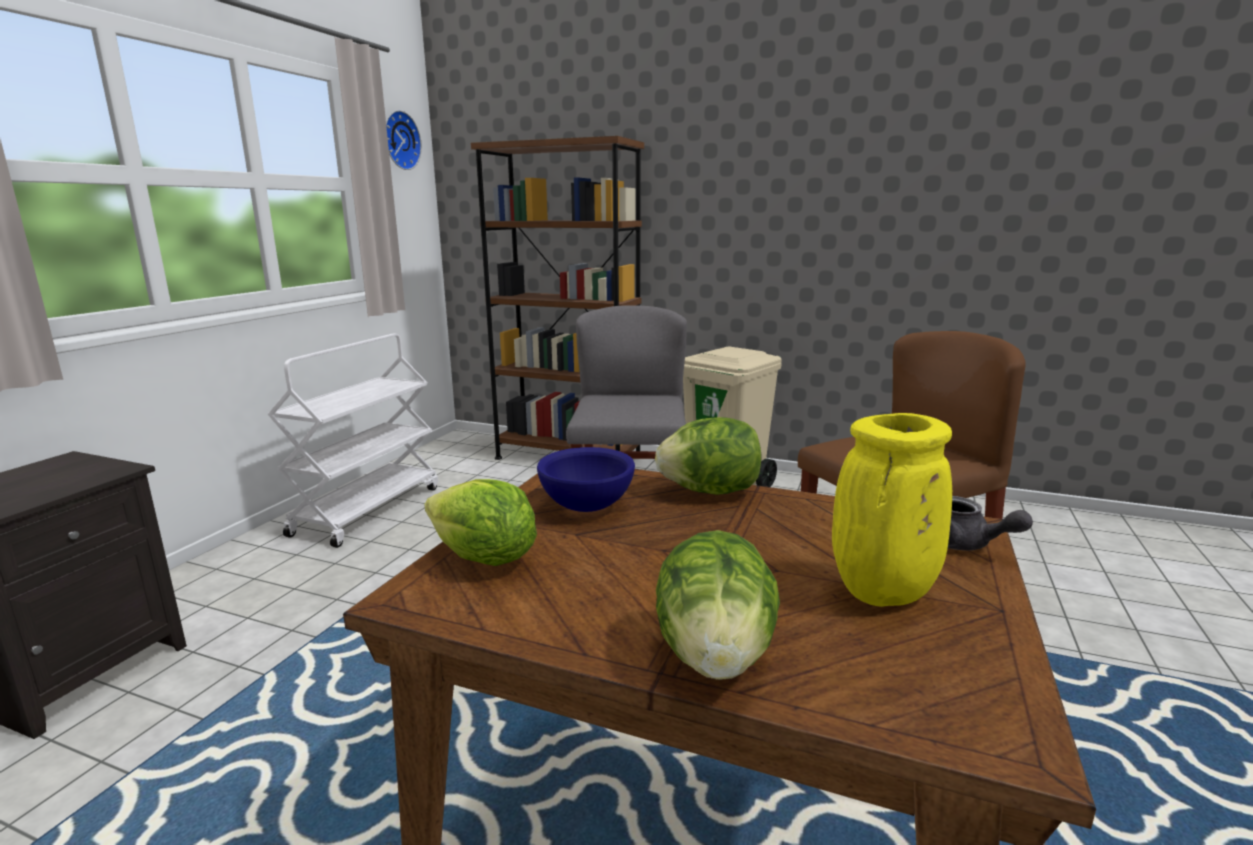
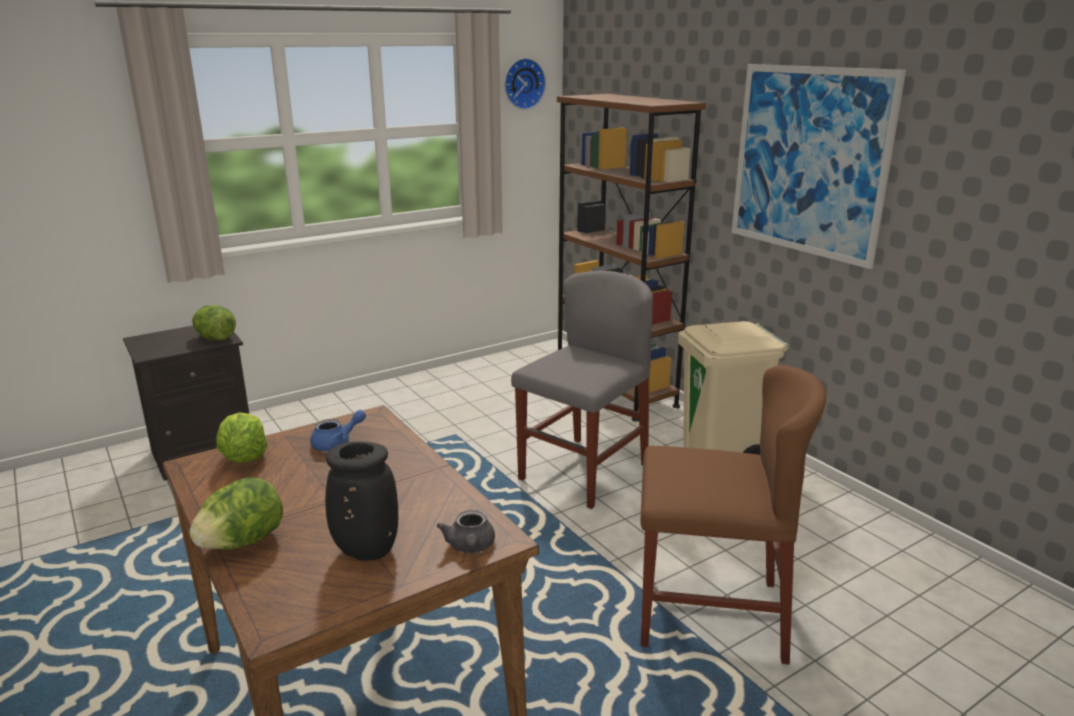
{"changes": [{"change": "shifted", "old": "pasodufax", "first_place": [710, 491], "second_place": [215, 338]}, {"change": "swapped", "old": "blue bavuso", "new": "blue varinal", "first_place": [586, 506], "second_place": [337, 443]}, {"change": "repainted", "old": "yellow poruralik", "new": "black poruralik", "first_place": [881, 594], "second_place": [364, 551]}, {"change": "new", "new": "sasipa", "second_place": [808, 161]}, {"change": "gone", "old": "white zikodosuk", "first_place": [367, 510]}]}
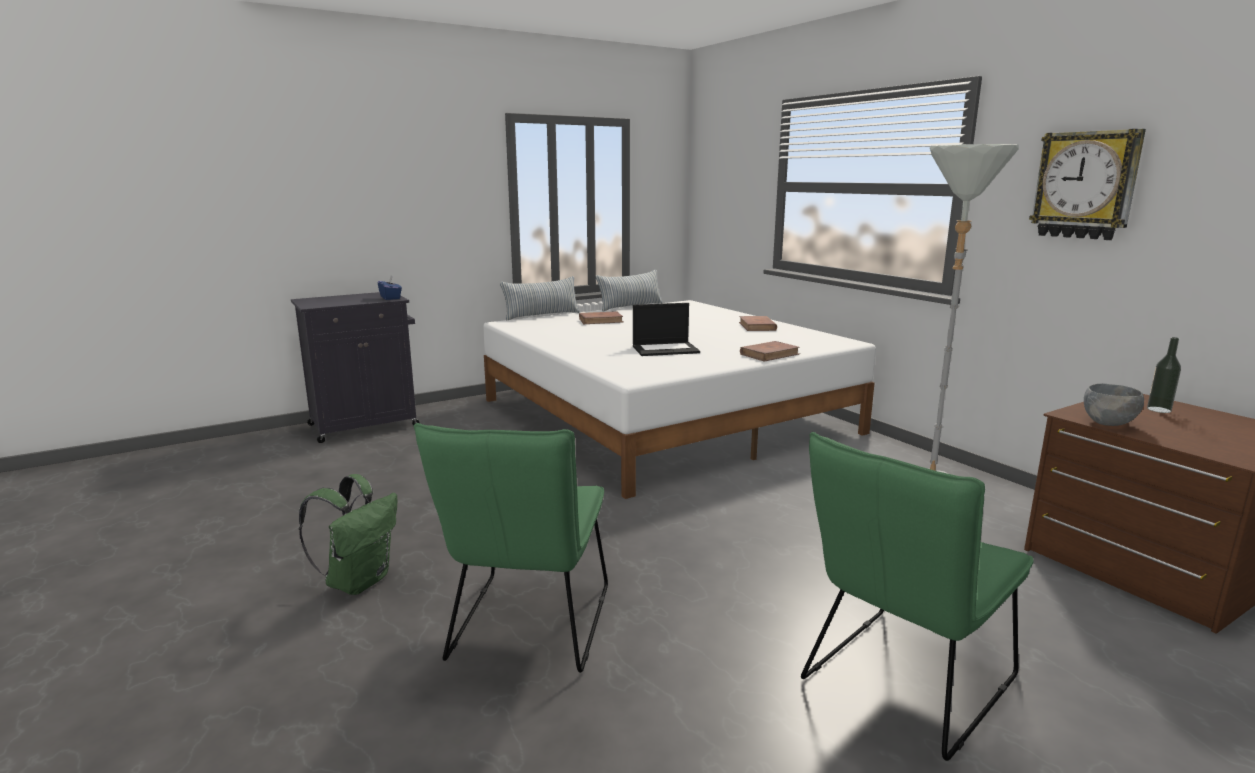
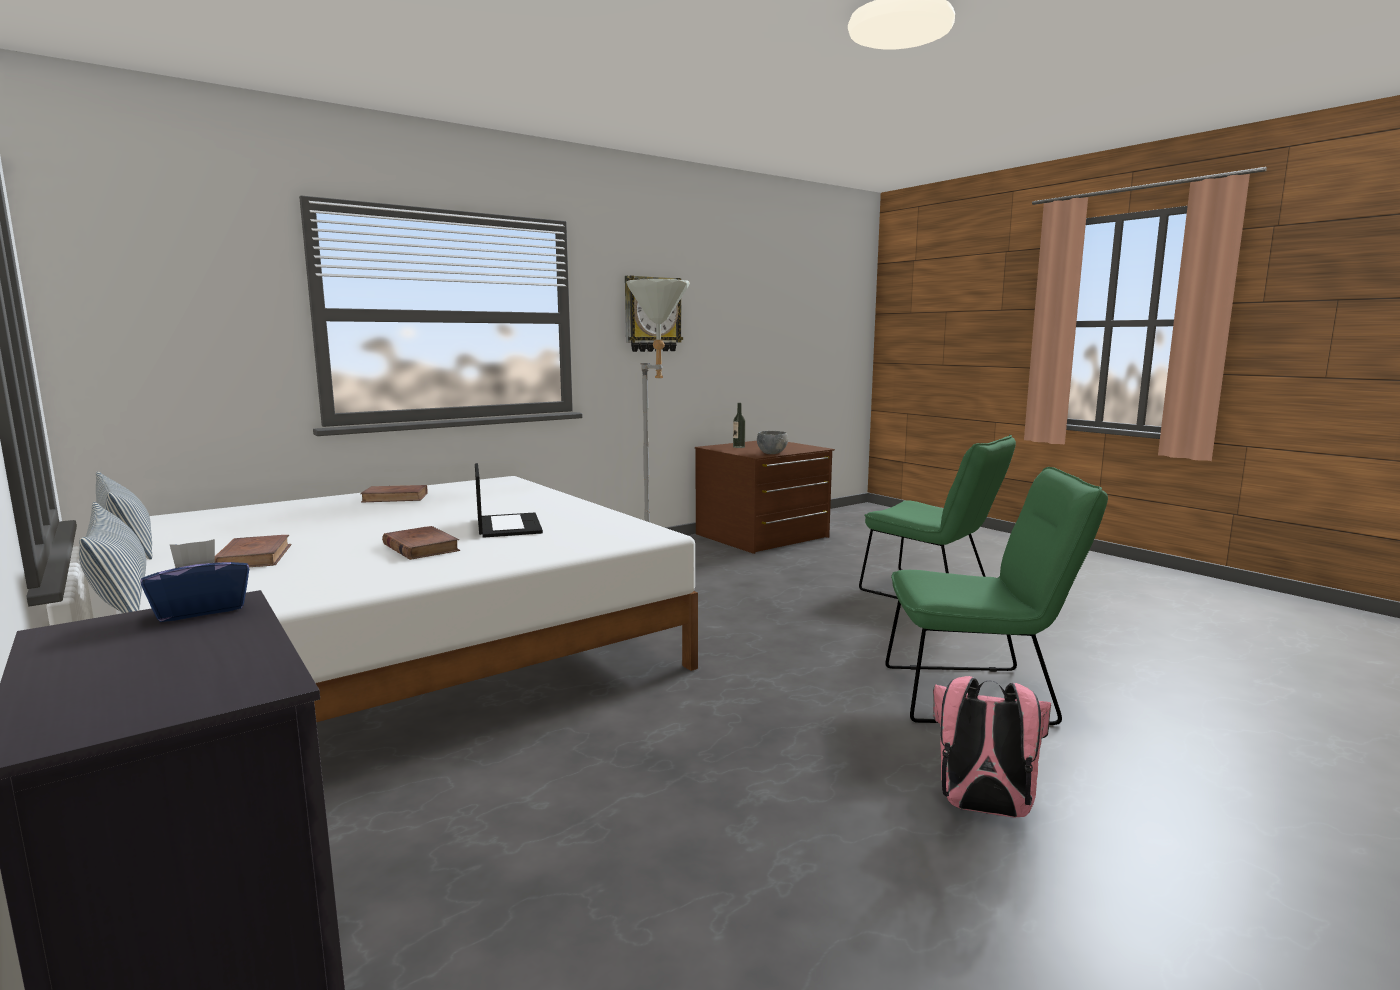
{"changes": [{"change": "shifted", "old": "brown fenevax", "first_place": [769, 354], "second_place": [421, 547]}, {"change": "repainted", "old": "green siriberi", "new": "pink siriberi", "first_place": [359, 581], "second_place": [982, 809]}]}
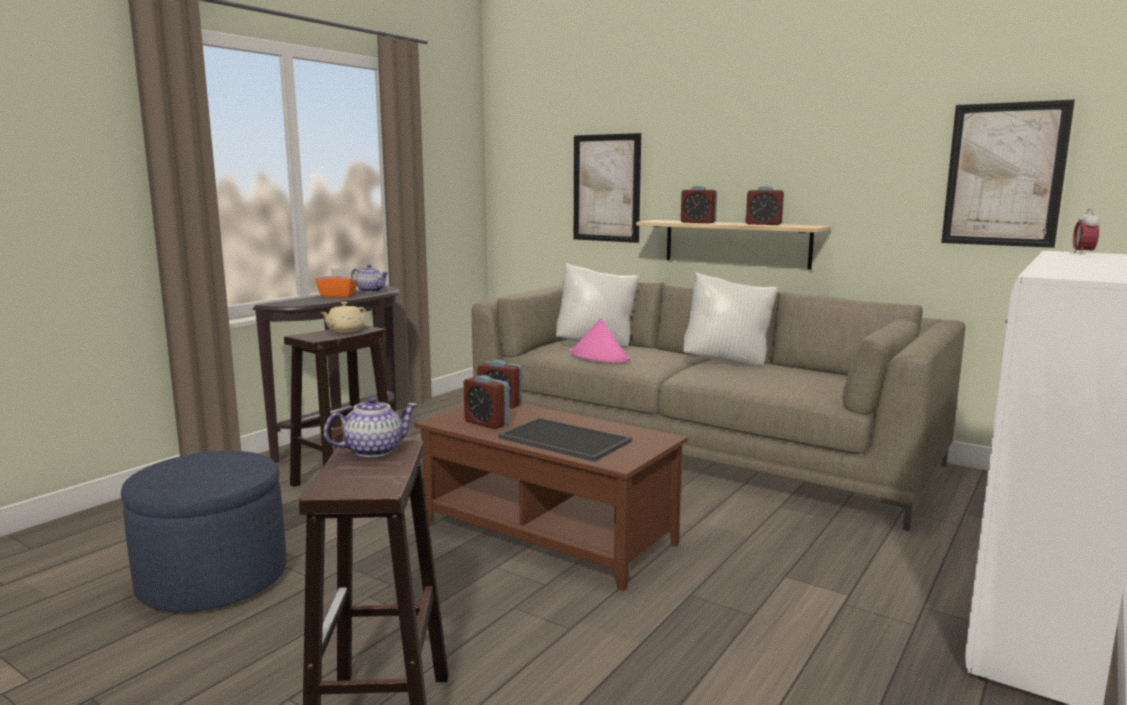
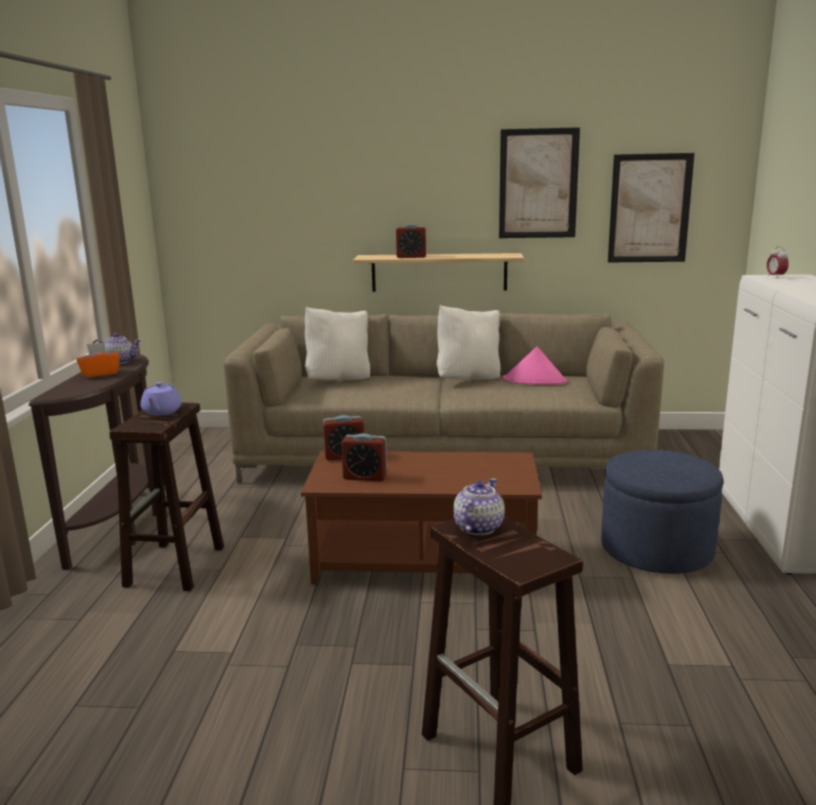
{"changes": [{"change": "repainted", "old": "beige varinal", "new": "purple varinal", "first_place": [345, 330], "second_place": [161, 412]}, {"change": "shifted", "old": "sasipa", "first_place": [606, 188], "second_place": [538, 184]}, {"change": "shifted", "old": "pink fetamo", "first_place": [599, 357], "second_place": [535, 381]}, {"change": "shifted", "old": "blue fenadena", "first_place": [213, 579], "second_place": [656, 549]}, {"change": "gone", "old": "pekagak", "first_place": [562, 440]}, {"change": "gone", "old": "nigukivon", "first_place": [763, 224]}]}
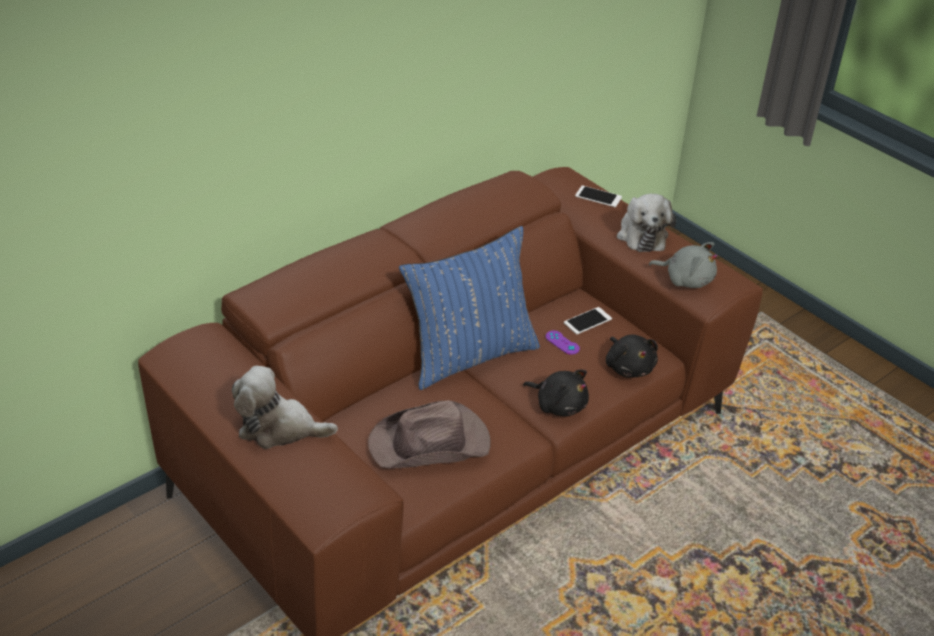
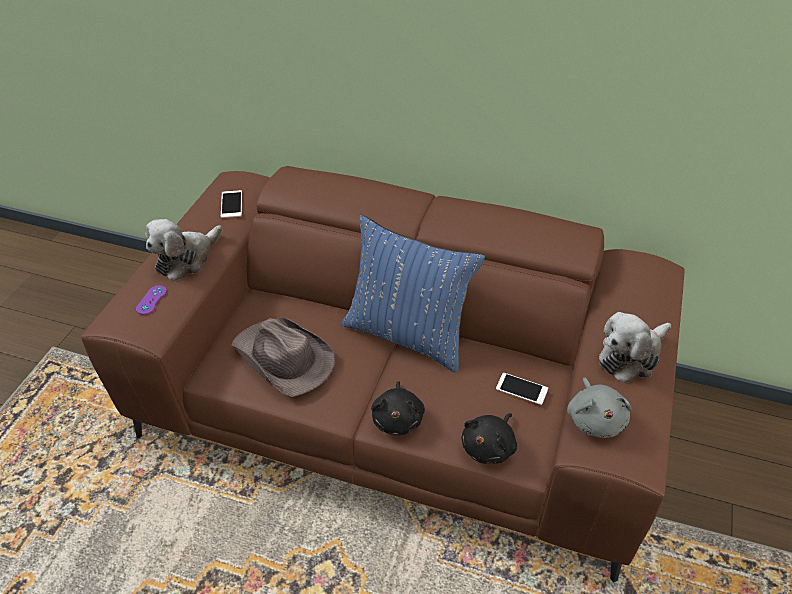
{"changes": [{"change": "shifted", "old": "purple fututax", "first_place": [562, 342], "second_place": [151, 300]}, {"change": "rotated", "old": "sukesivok", "first_place": [279, 428], "second_place": [186, 259], "degrees": -120}, {"change": "shifted", "old": "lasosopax", "first_place": [598, 197], "second_place": [231, 204]}]}
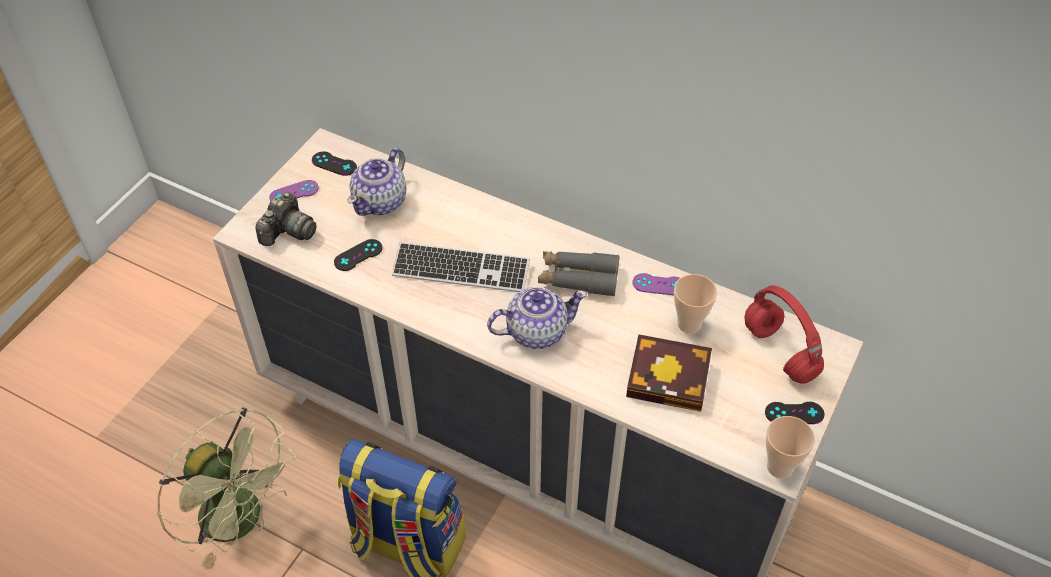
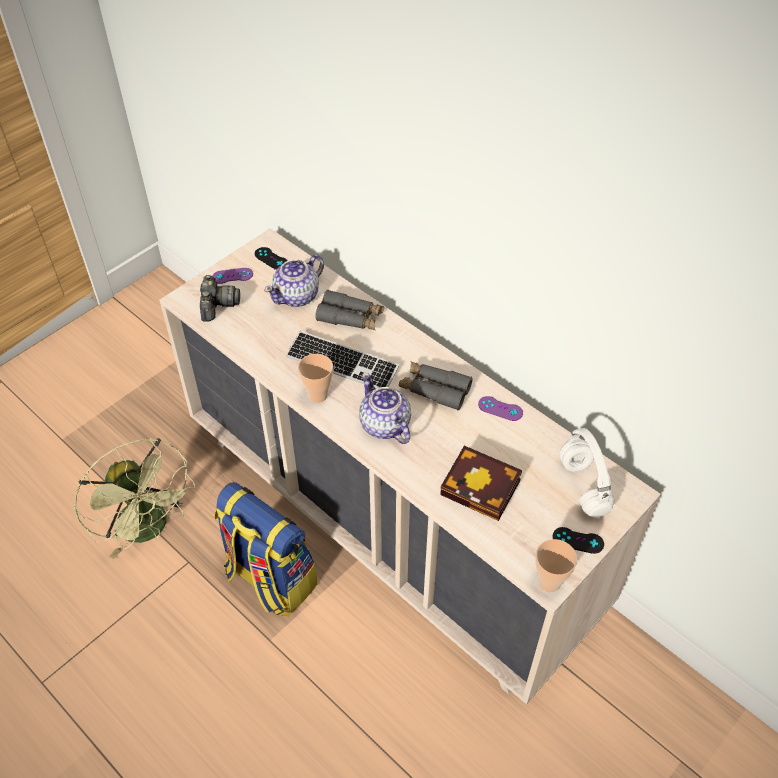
{"changes": [{"change": "rotated", "old": "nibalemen", "first_place": [288, 231], "second_place": [218, 305], "degrees": -45}, {"change": "shifted", "old": "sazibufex", "first_place": [689, 324], "second_place": [318, 395]}, {"change": "new", "new": "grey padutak", "second_place": [350, 317]}, {"change": "rotated", "old": "varinal", "first_place": [535, 331], "second_place": [385, 425], "degrees": -120}, {"change": "repainted", "old": "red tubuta", "new": "white tubuta", "first_place": [781, 353], "second_place": [584, 488]}, {"change": "gone", "old": "black fututax", "first_place": [358, 255]}]}
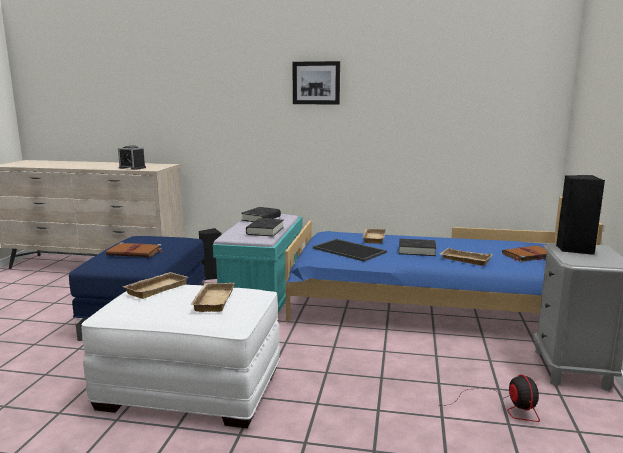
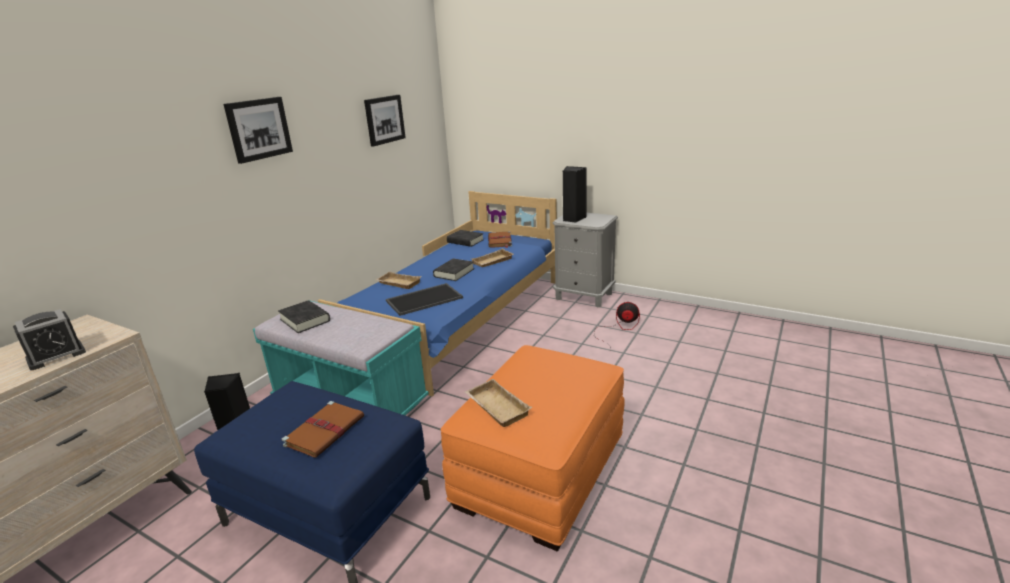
{"changes": [{"change": "new", "new": "sasipa", "second_place": [384, 120]}, {"change": "repainted", "old": "white fenadena", "new": "orange fenadena", "first_place": [192, 388], "second_place": [540, 472]}, {"change": "shifted", "old": "black fenevax", "first_place": [265, 231], "second_place": [465, 241]}, {"change": "gone", "old": "beige pekagak", "first_place": [212, 300]}]}
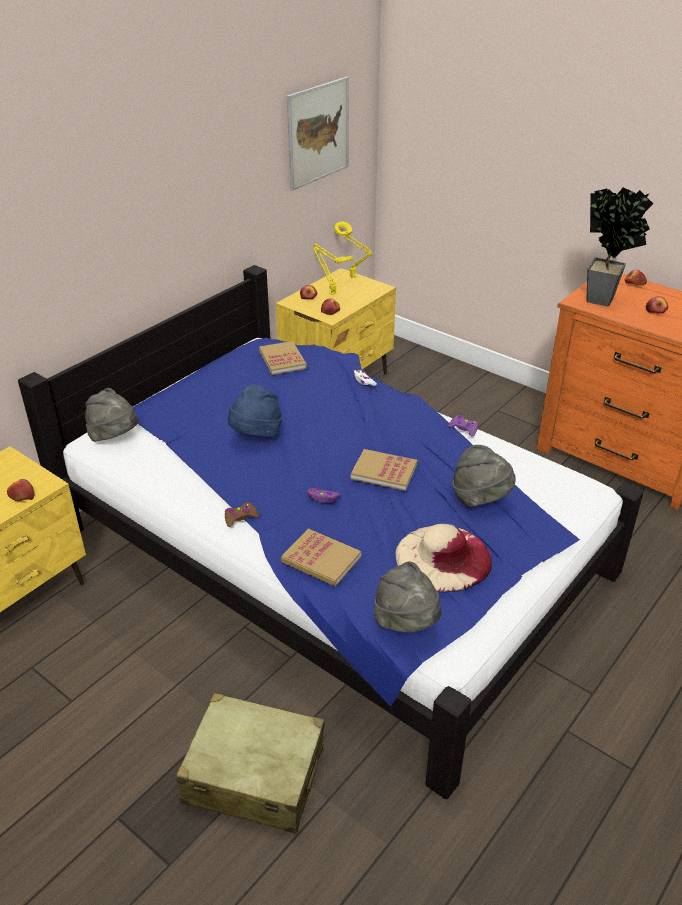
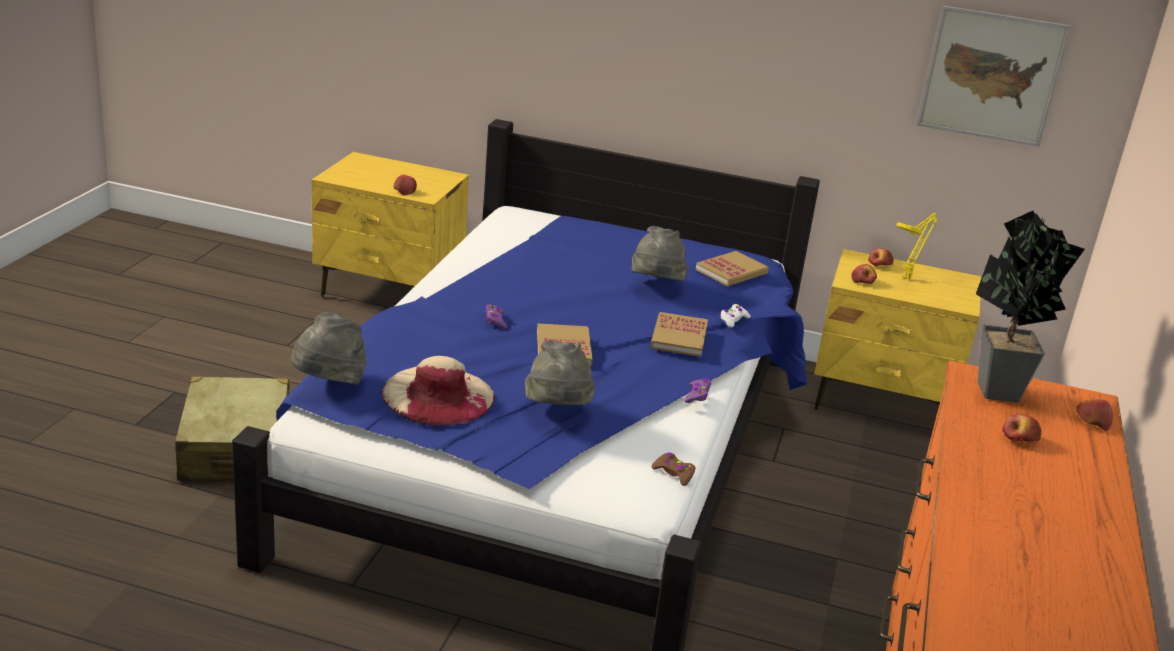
{"changes": [{"change": "shifted", "old": "grey fetamo", "first_place": [115, 437], "second_place": [656, 286]}, {"change": "shifted", "old": "fenevax", "first_place": [321, 560], "second_place": [679, 337]}, {"change": "shifted", "old": "brown fututax", "first_place": [240, 517], "second_place": [674, 473]}, {"change": "gone", "old": "blue fetamo", "first_place": [256, 435]}, {"change": "gone", "old": "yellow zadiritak", "first_place": [354, 277]}]}
